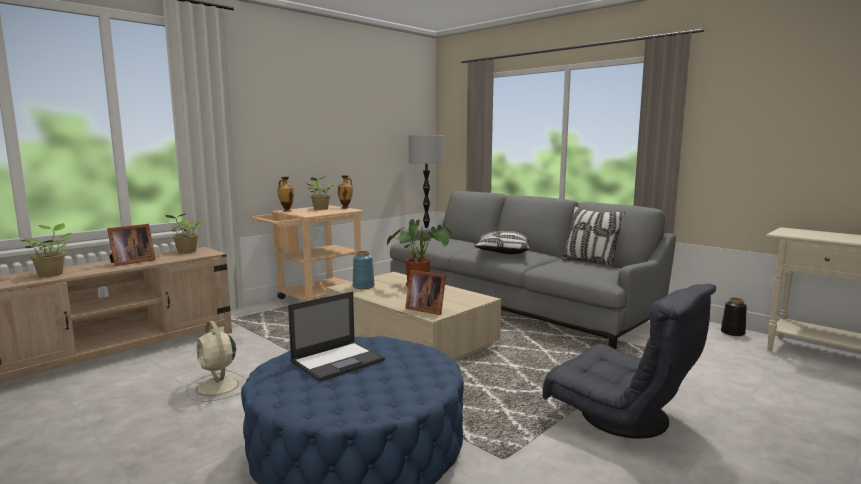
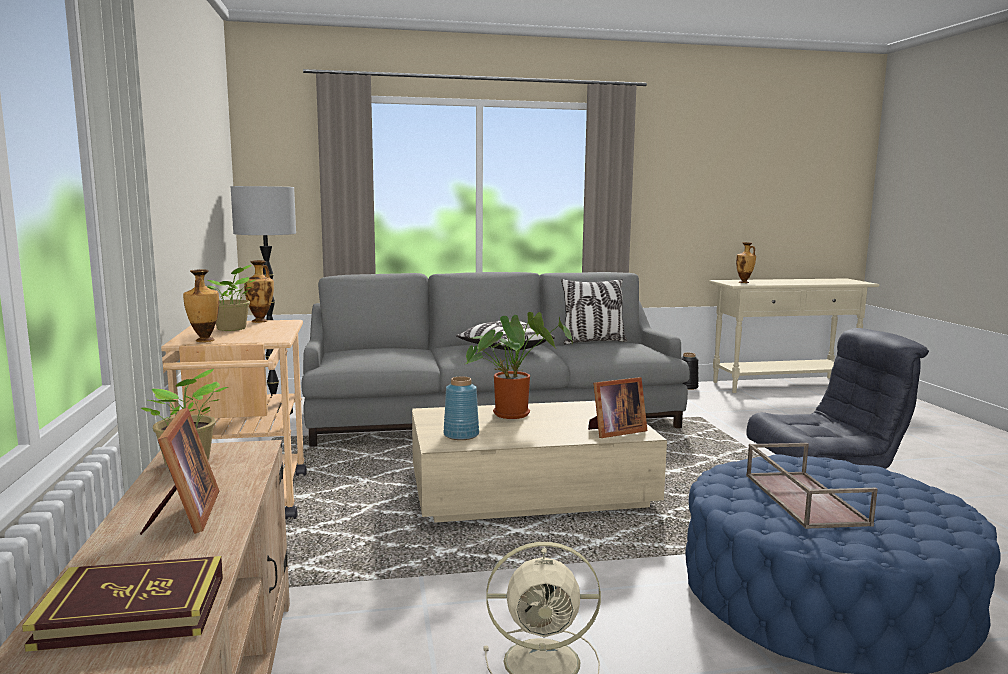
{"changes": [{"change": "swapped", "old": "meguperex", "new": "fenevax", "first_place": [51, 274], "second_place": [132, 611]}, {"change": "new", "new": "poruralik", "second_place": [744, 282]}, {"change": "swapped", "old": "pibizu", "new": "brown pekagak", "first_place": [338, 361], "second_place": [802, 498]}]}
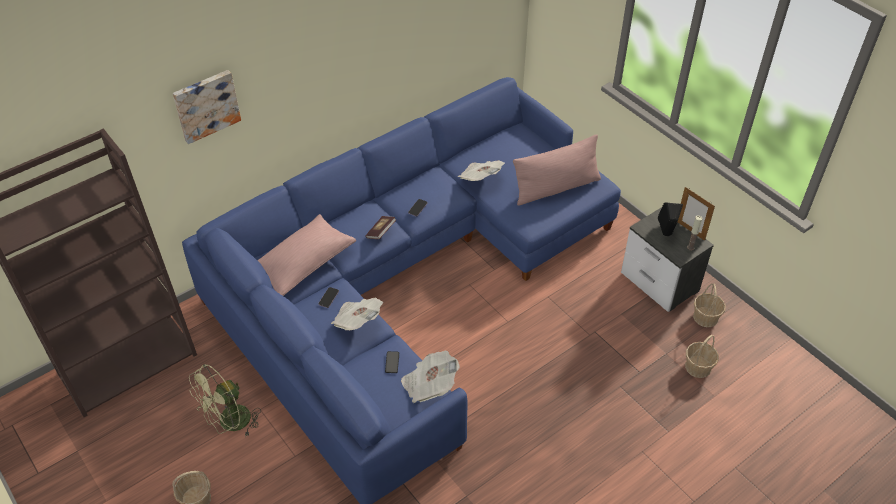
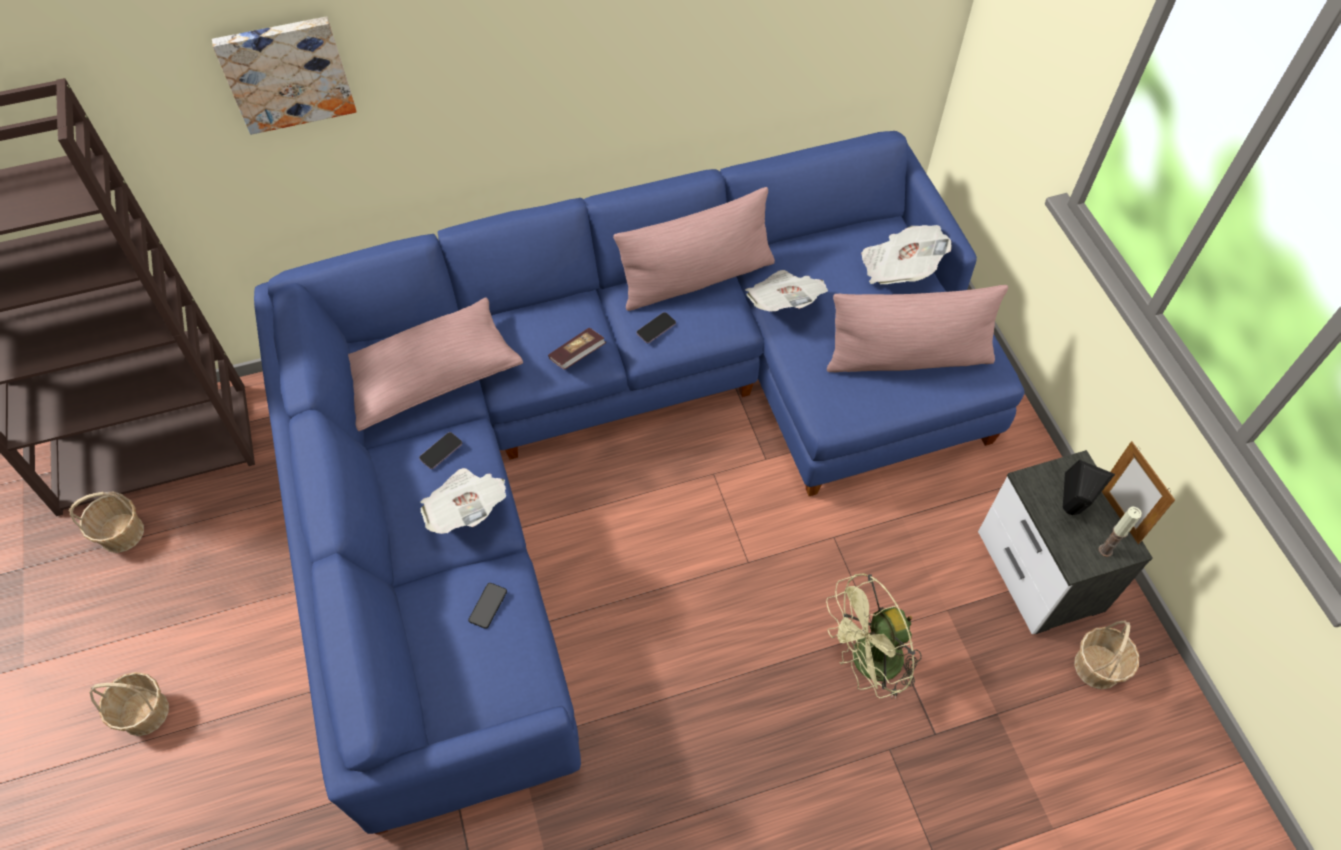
{"changes": [{"change": "shifted", "old": "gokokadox", "first_place": [698, 367], "second_place": [122, 533]}, {"change": "new", "new": "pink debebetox", "second_place": [697, 278]}, {"change": "shifted", "old": "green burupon", "first_place": [229, 423], "second_place": [867, 664]}, {"change": "shifted", "old": "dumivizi", "first_place": [429, 385], "second_place": [899, 268]}]}
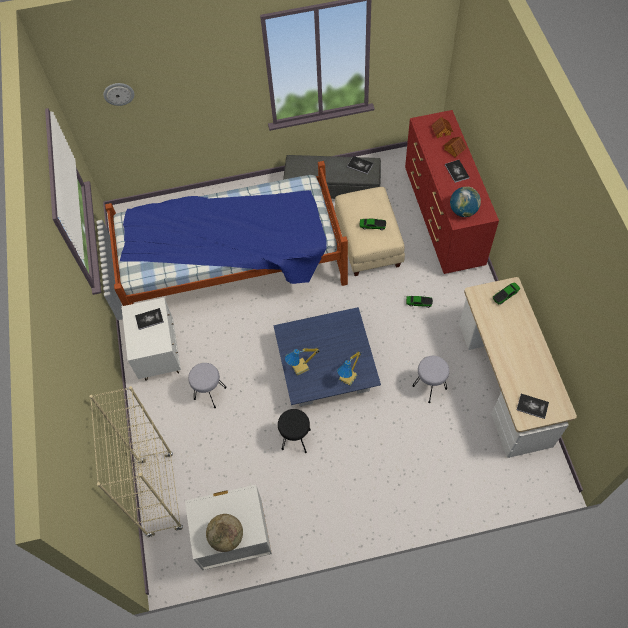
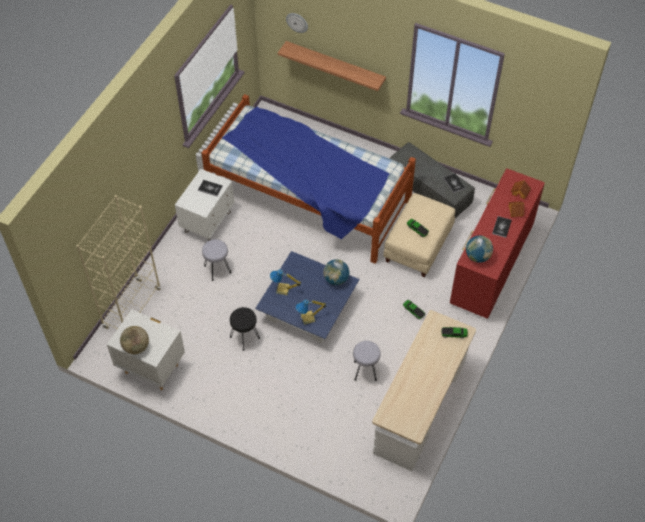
{"changes": [{"change": "new", "new": "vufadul", "second_place": [335, 65]}, {"change": "new", "new": "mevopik", "second_place": [336, 279]}, {"change": "gone", "old": "fenevax", "first_place": [532, 406]}]}
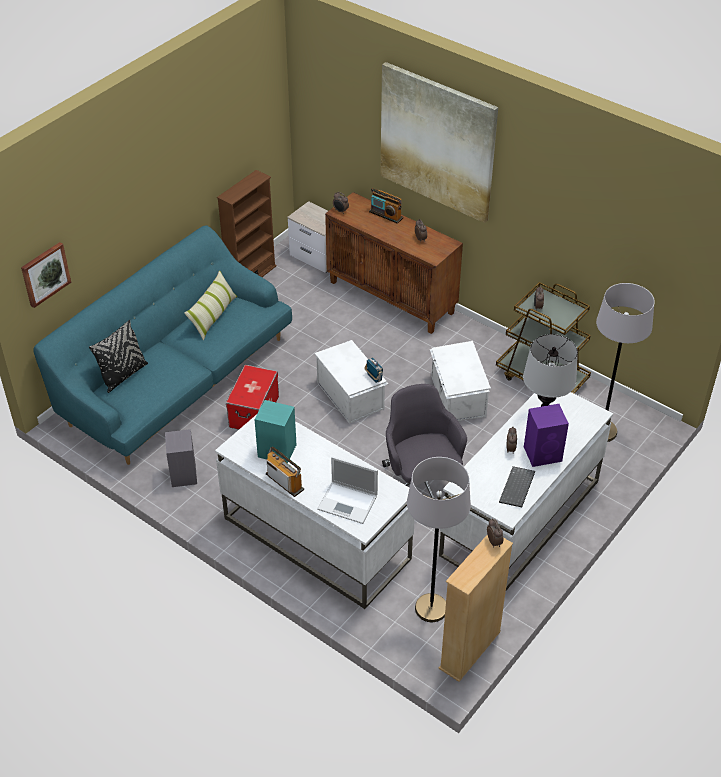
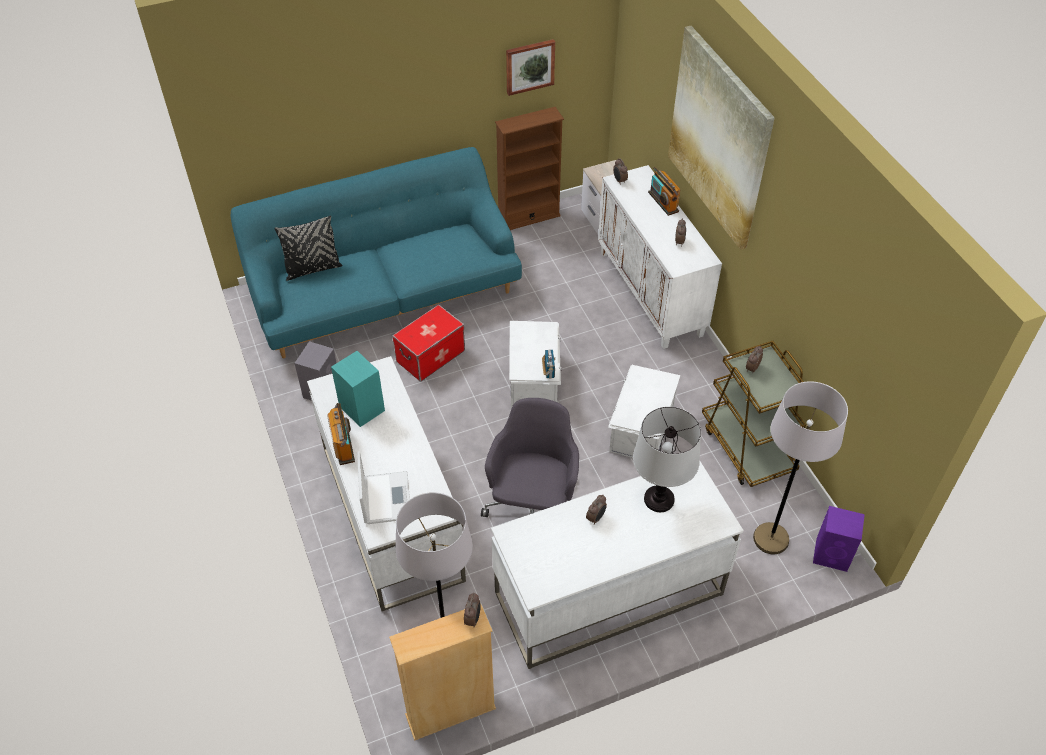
{"changes": [{"change": "rotated", "old": "pibizu", "first_place": [348, 502], "second_place": [385, 497], "degrees": -150}, {"change": "shifted", "old": "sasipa", "first_place": [45, 274], "second_place": [529, 66]}, {"change": "repainted", "old": "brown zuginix", "new": "white zuginix", "first_place": [392, 297], "second_place": [651, 293]}, {"change": "shifted", "old": "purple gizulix", "first_place": [543, 454], "second_place": [832, 555]}, {"change": "gone", "old": "debebetox", "first_place": [213, 316]}, {"change": "gone", "old": "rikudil", "first_place": [517, 488]}]}
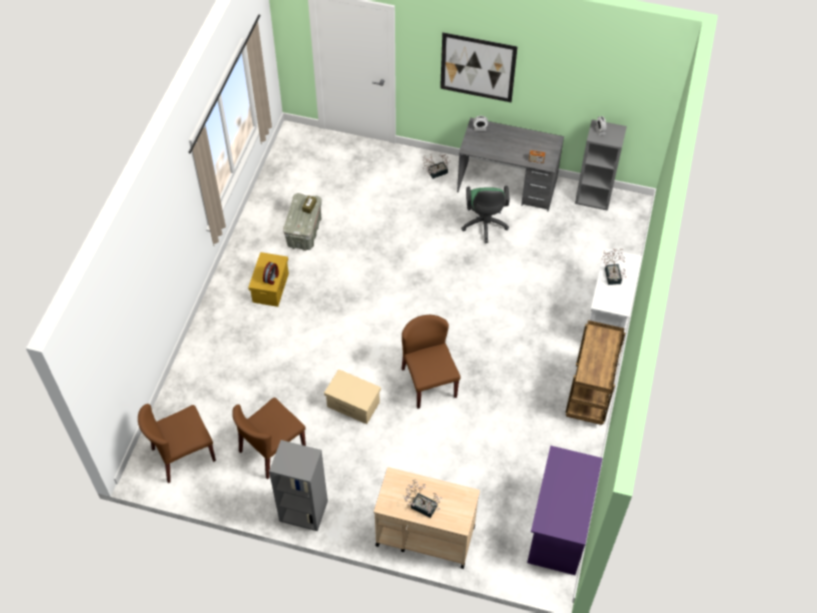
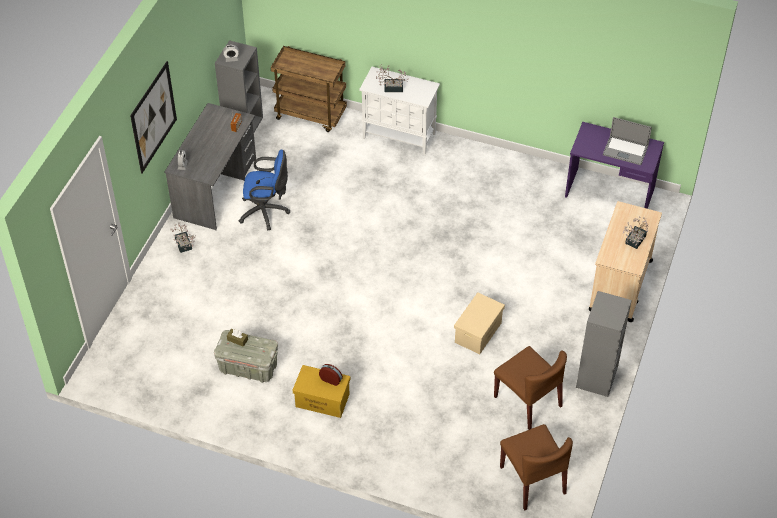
{"changes": [{"change": "repainted", "old": "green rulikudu", "new": "blue rulikudu", "first_place": [484, 226], "second_place": [266, 212]}, {"change": "shifted", "old": "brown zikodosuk", "first_place": [590, 396], "second_place": [311, 114]}, {"change": "new", "new": "pibizu", "second_place": [625, 150]}, {"change": "gone", "old": "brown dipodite", "first_place": [428, 382]}]}
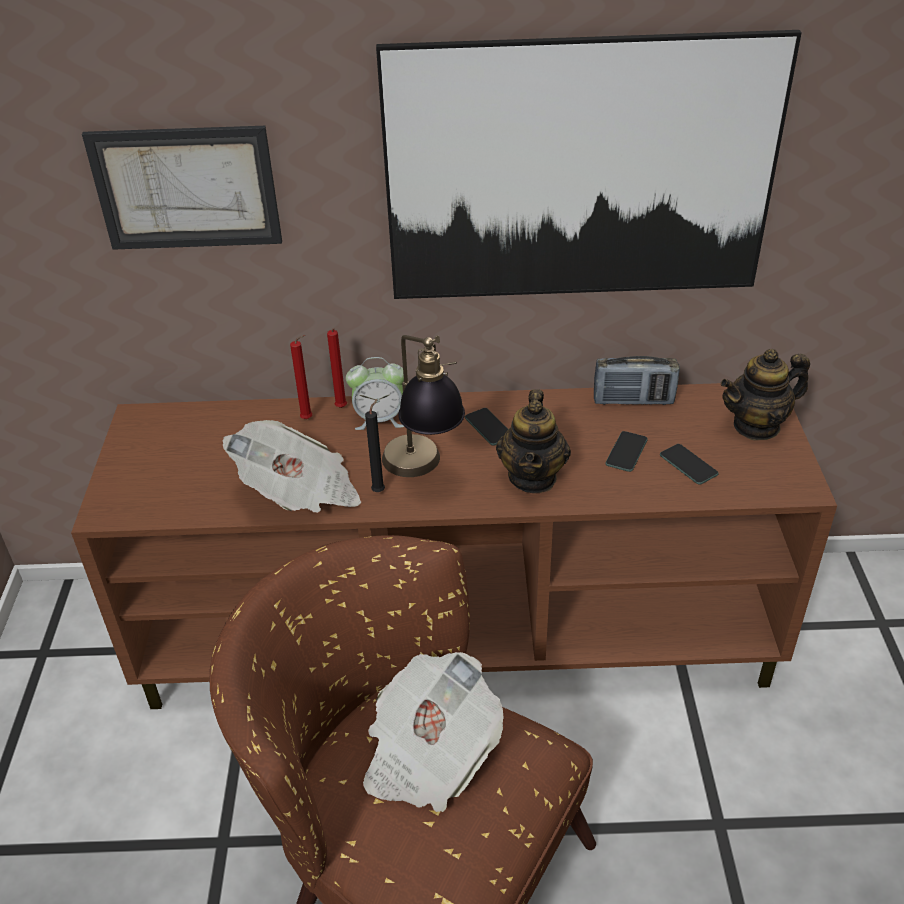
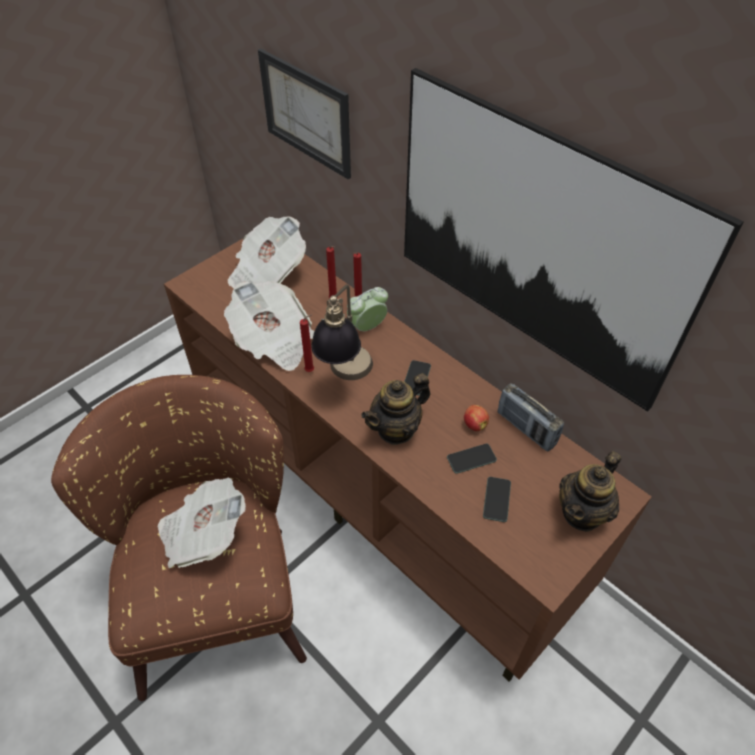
{"changes": [{"change": "new", "new": "dumivizi", "second_place": [267, 273]}, {"change": "repainted", "old": "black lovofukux", "new": "red lovofukux", "first_place": [380, 490], "second_place": [311, 370]}, {"change": "rotated", "old": "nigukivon", "first_place": [379, 419], "second_place": [367, 327], "degrees": 105}, {"change": "new", "new": "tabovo", "second_place": [474, 424]}, {"change": "rotated", "old": "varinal", "first_place": [756, 426], "second_place": [582, 512], "degrees": -75}]}
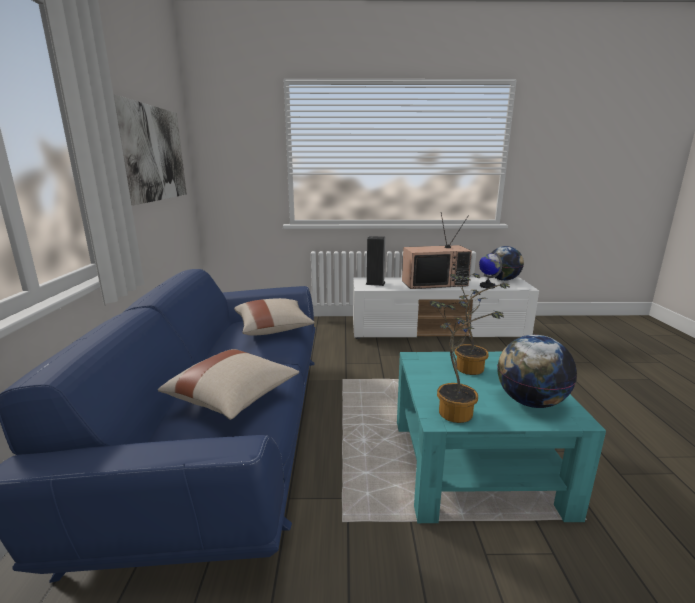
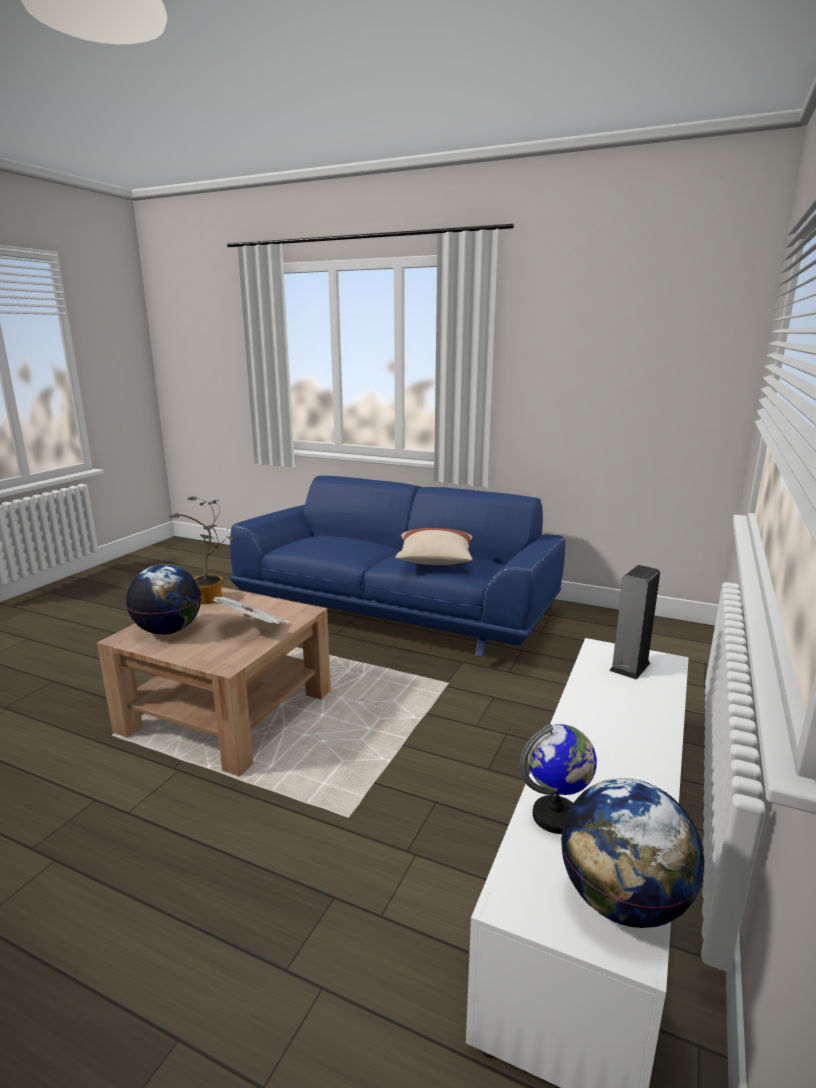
{"changes": [{"change": "repainted", "old": "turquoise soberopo", "new": "brown soberopo", "first_place": [475, 464], "second_place": [227, 711]}, {"change": "swapped", "old": "meguperex", "new": "dumivizi", "first_place": [468, 366], "second_place": [253, 628]}, {"change": "gone", "old": "sasipa", "first_place": [154, 153]}, {"change": "gone", "old": "beige debebetox", "first_place": [233, 398]}, {"change": "gone", "old": "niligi", "first_place": [434, 283]}]}
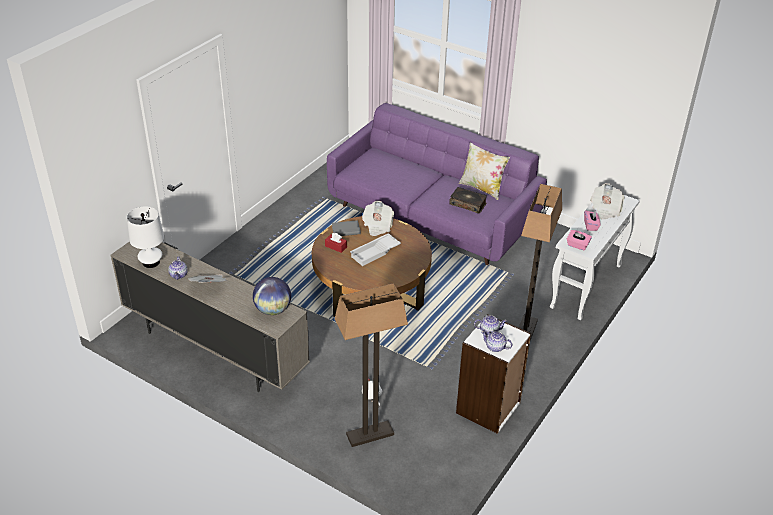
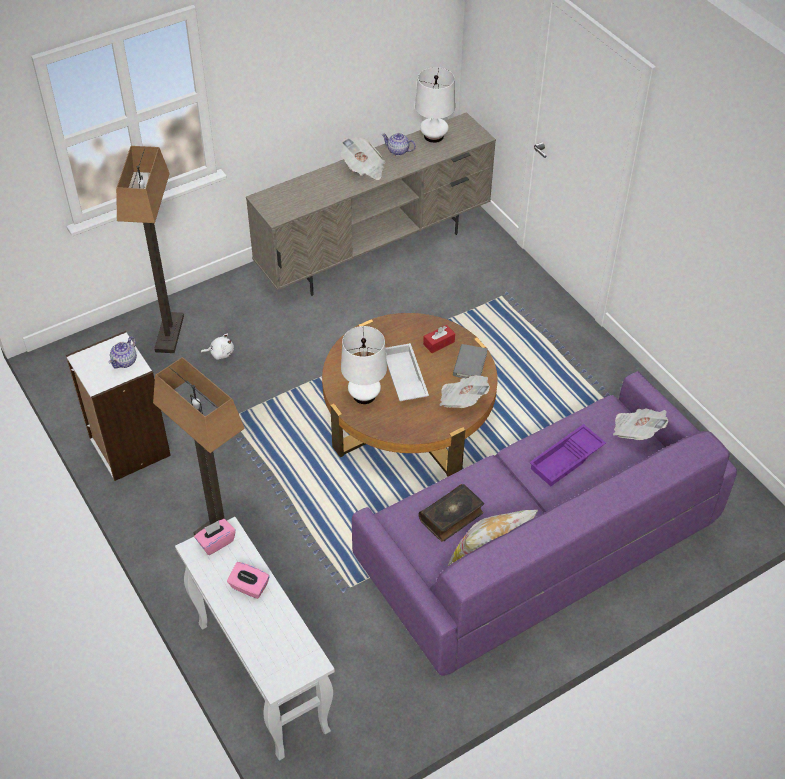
{"changes": [{"change": "new", "new": "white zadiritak", "second_place": [364, 395]}, {"change": "new", "new": "purple pekagak", "second_place": [567, 460]}, {"change": "shifted", "old": "dumivizi", "first_place": [605, 209], "second_place": [636, 431]}, {"change": "gone", "old": "mevopik", "first_place": [273, 310]}, {"change": "gone", "old": "varinal", "first_place": [495, 347]}]}
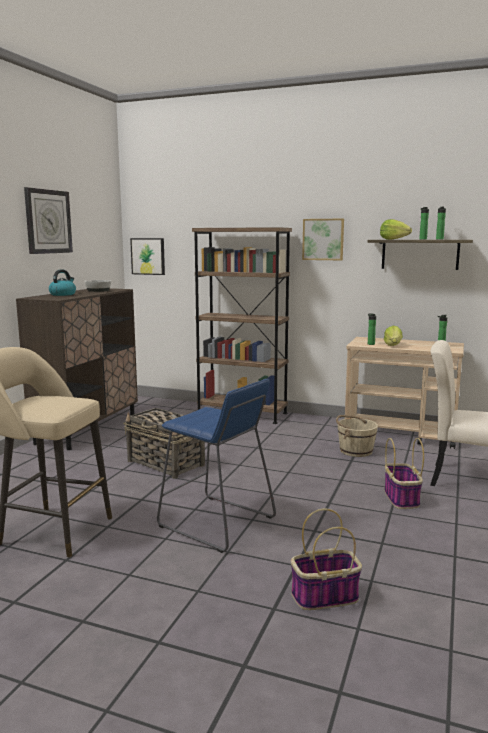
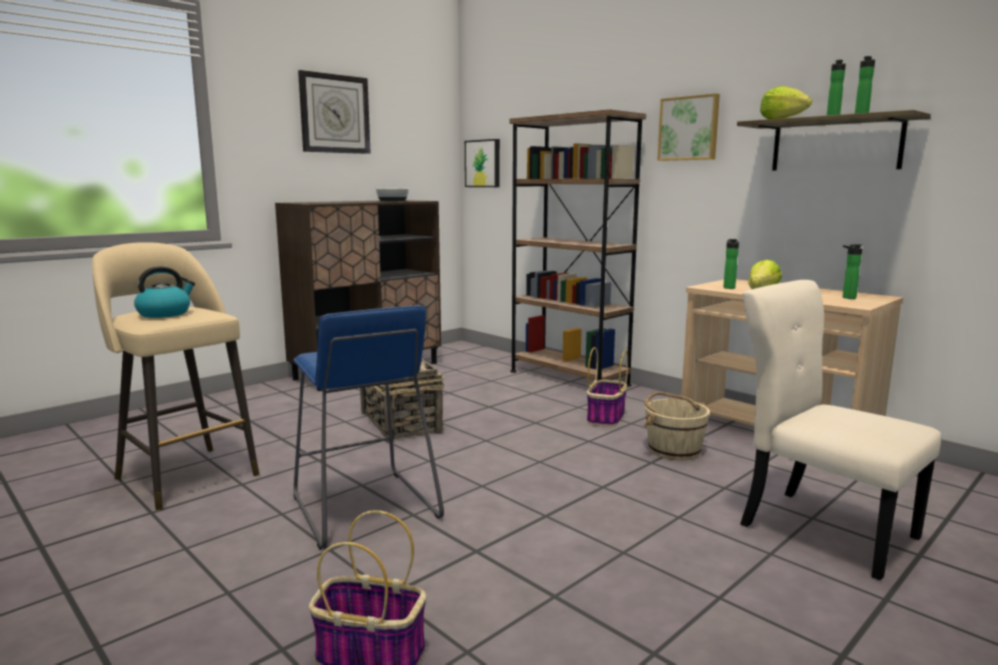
{"changes": [{"change": "shifted", "old": "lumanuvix", "first_place": [63, 294], "second_place": [165, 313]}, {"change": "shifted", "old": "gokokadox", "first_place": [401, 498], "second_place": [606, 418]}]}
